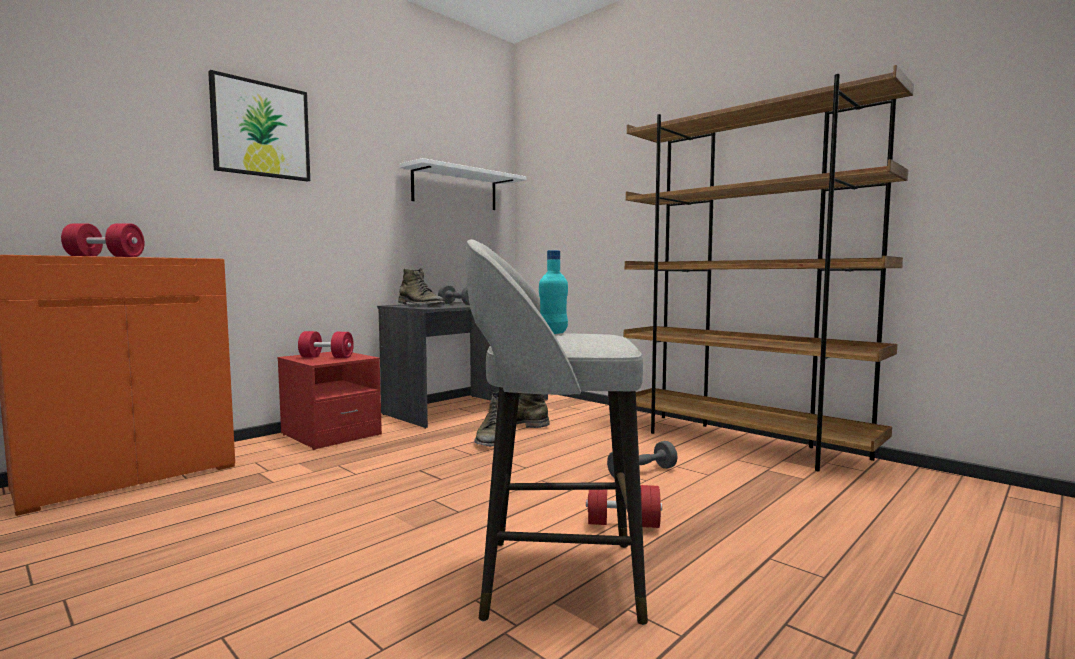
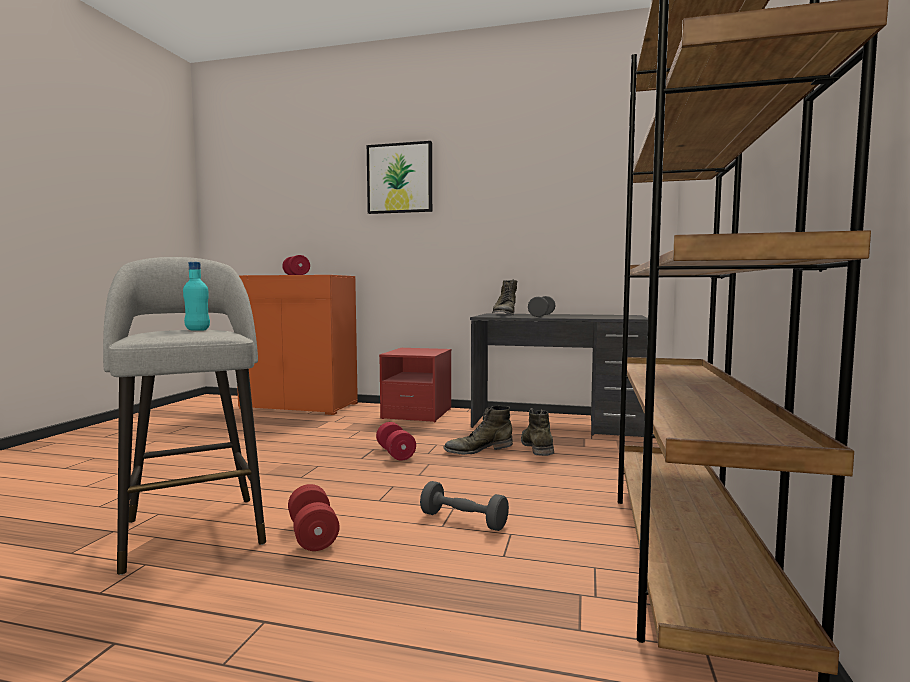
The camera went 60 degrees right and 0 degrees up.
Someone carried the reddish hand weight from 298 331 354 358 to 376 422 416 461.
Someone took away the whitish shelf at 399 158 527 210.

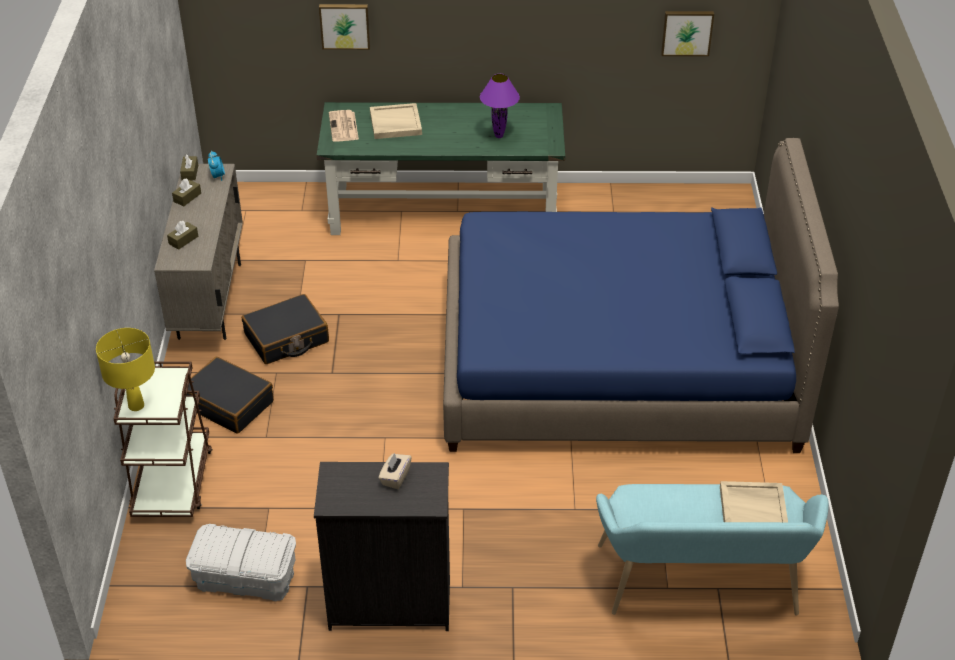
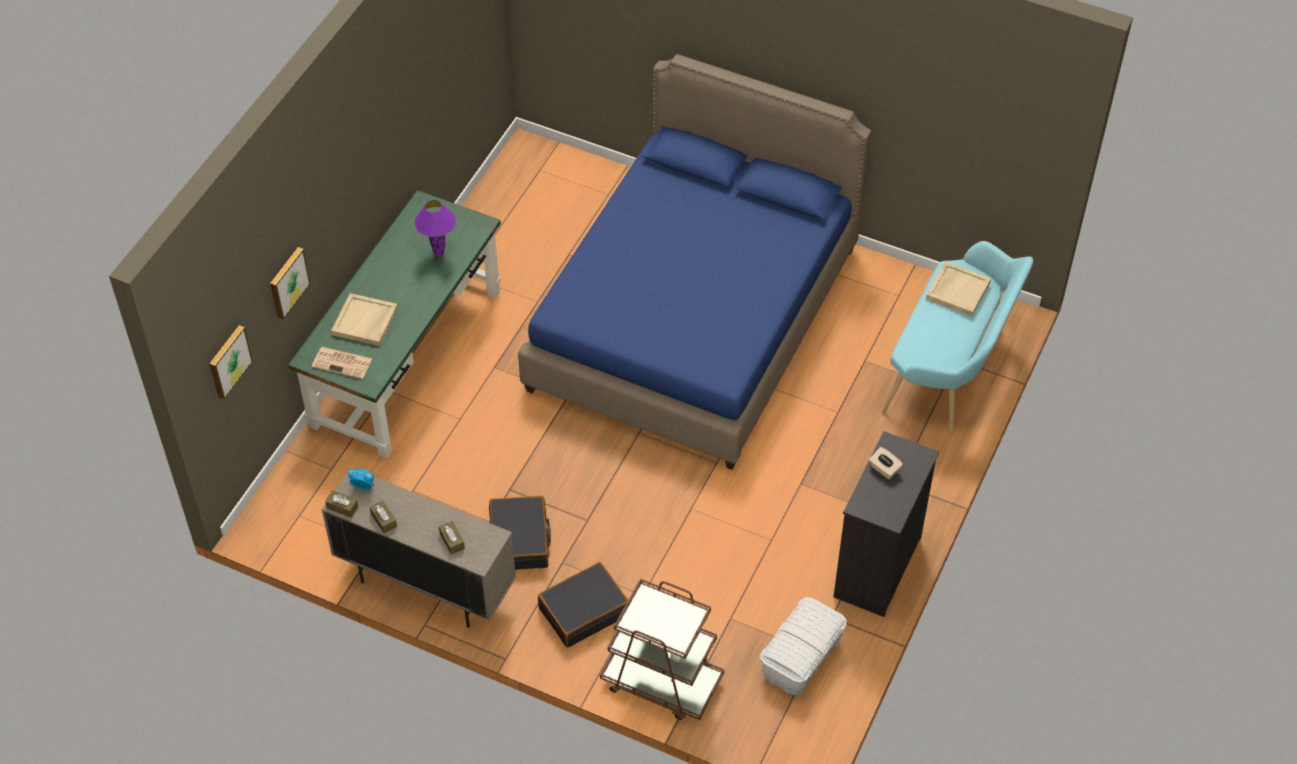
The camera went 65 degrees left and 10 degrees up.
Someone carried the wall art from 661 11 714 56 to 209 325 253 399.
Someone took away the yellow lamp for a table at 96 328 155 411.

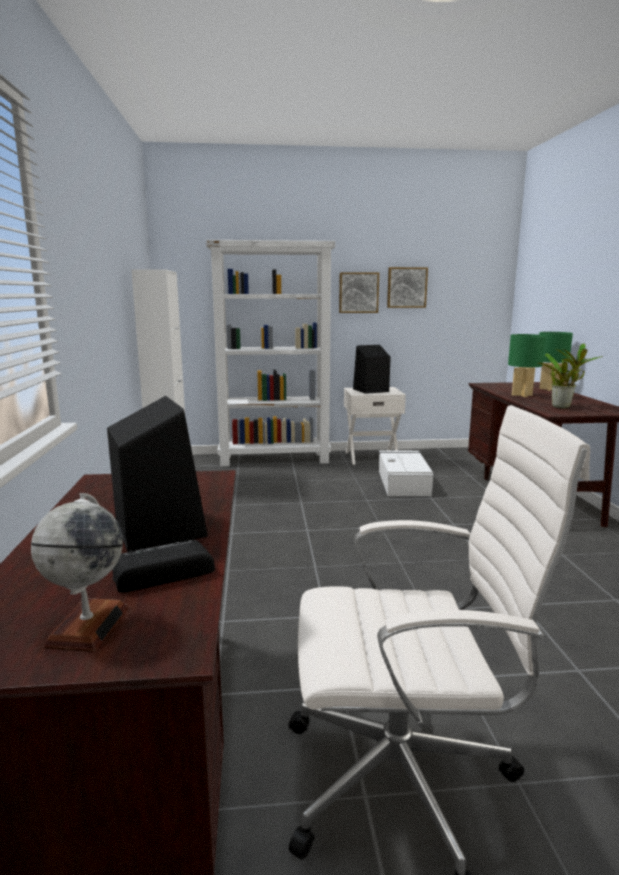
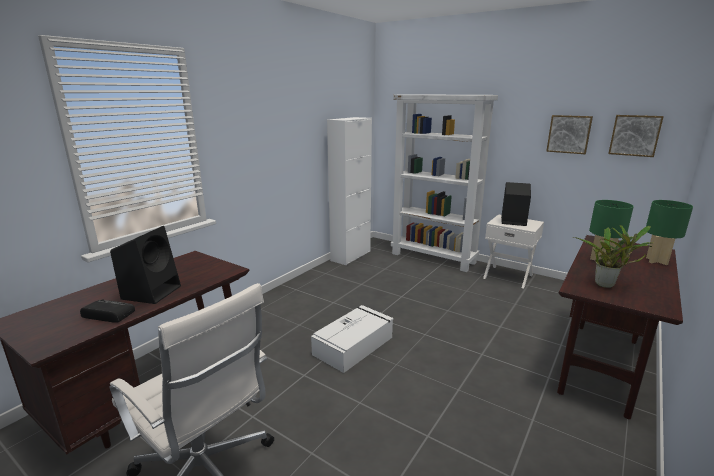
The camera went 40 degrees right and 5 degrees up.
Someone carried the whitish storage container from 379 451 433 496 to 311 305 394 373.
Someone carried the wall art from 339 272 379 313 to 608 115 664 157.
Someone took away the desk globe at 31 493 128 652.

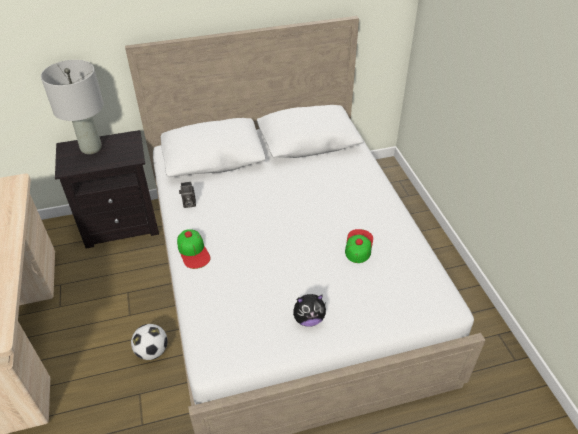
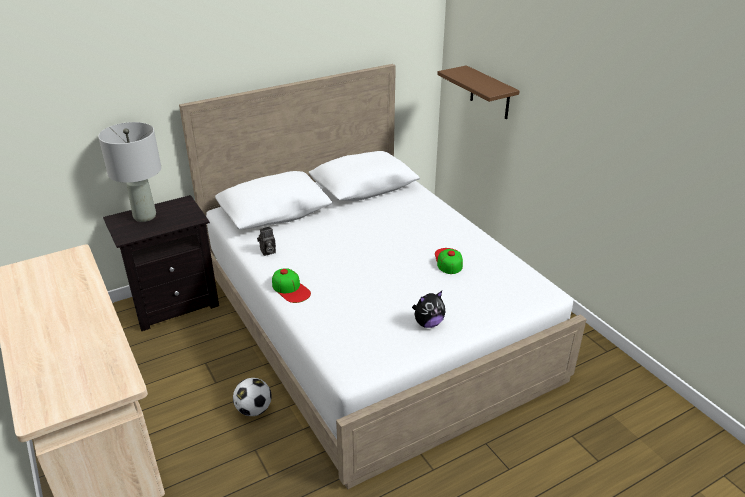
The camera went 15 degrees left and 10 degrees down.
Someone put up the brownish shelf at 437 65 520 119.

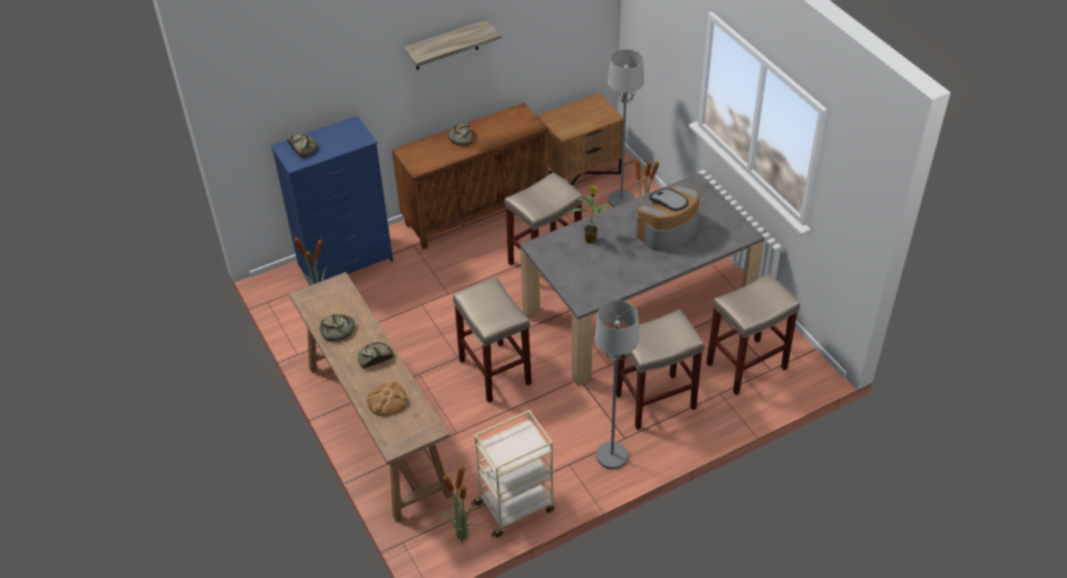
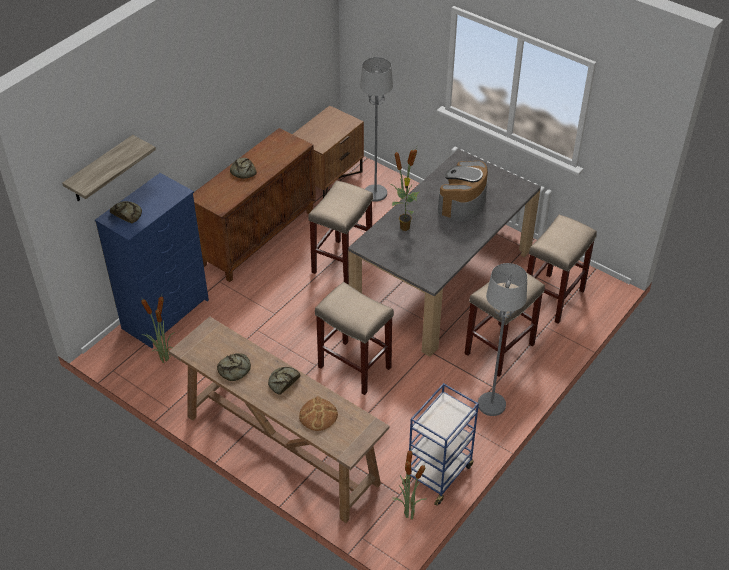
The camera went 25 degrees left and 0 degrees up.
Someone carried the shelf from 403 20 501 70 to 62 135 156 201.
Someone repainted the sand-coloured trolley at 472 410 555 537, which became the bluish trolley at 402 383 479 506.

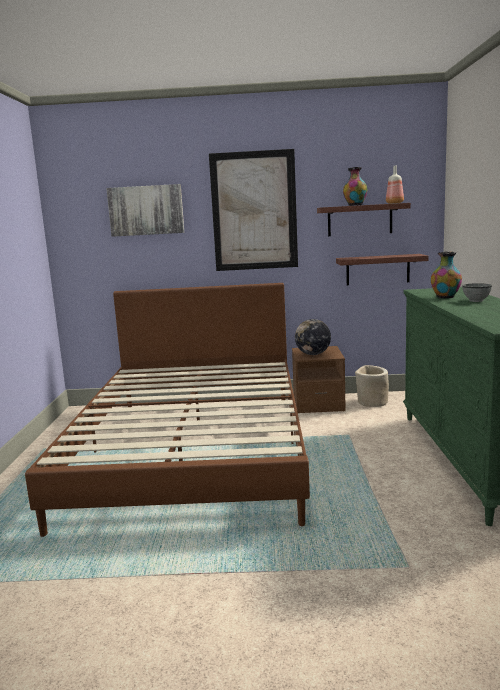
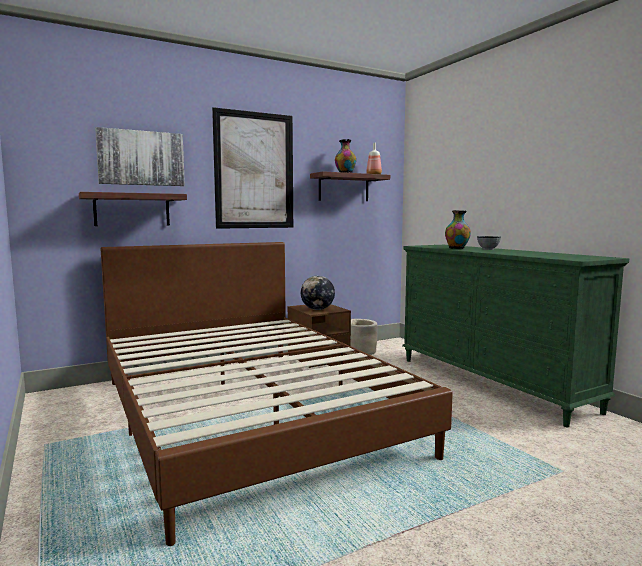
The camera went 30 degrees left and 5 degrees down.
Someone carried the shelf from 336 254 429 285 to 79 192 187 226.

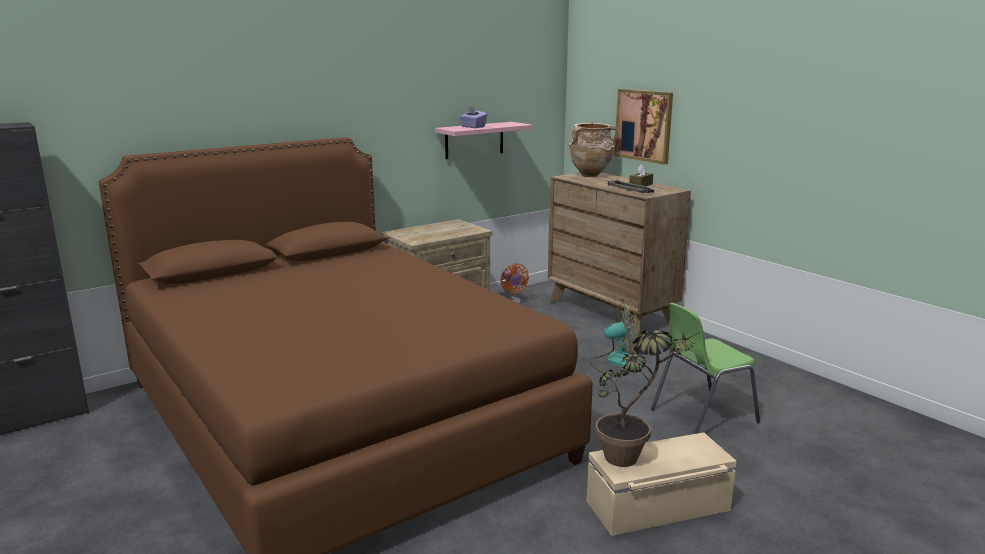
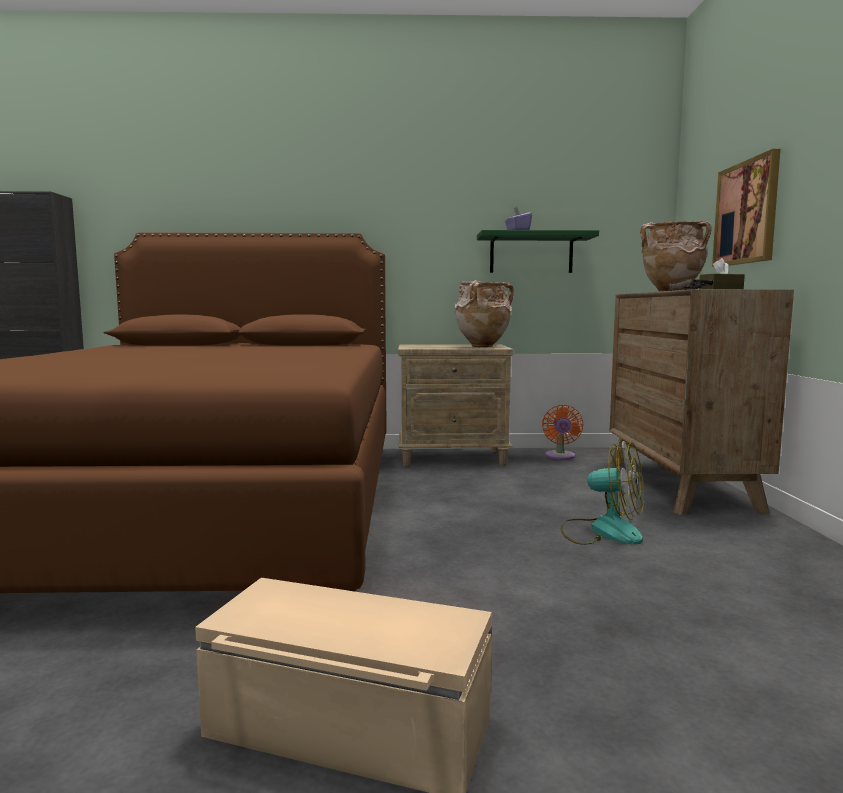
The camera went 35 degrees right and 10 degrees down.
Someone put down the sand-coloured vase at 455 280 514 347.
Someone repainted the pinkish shelf at 435 122 533 159, which became the green shelf at 477 230 599 273.
Someone took away the houseplant at 595 329 702 467.
Someone took away the green chair at 651 303 760 434.

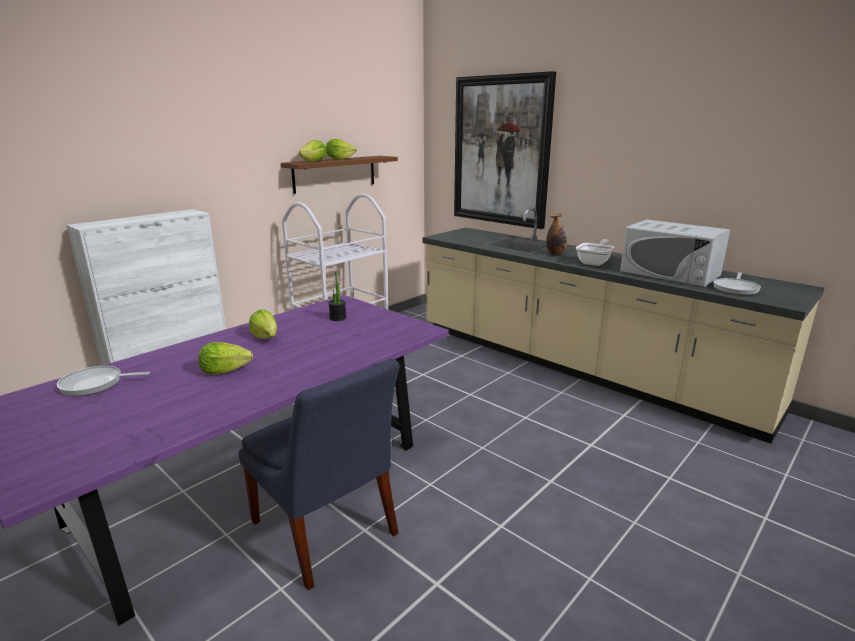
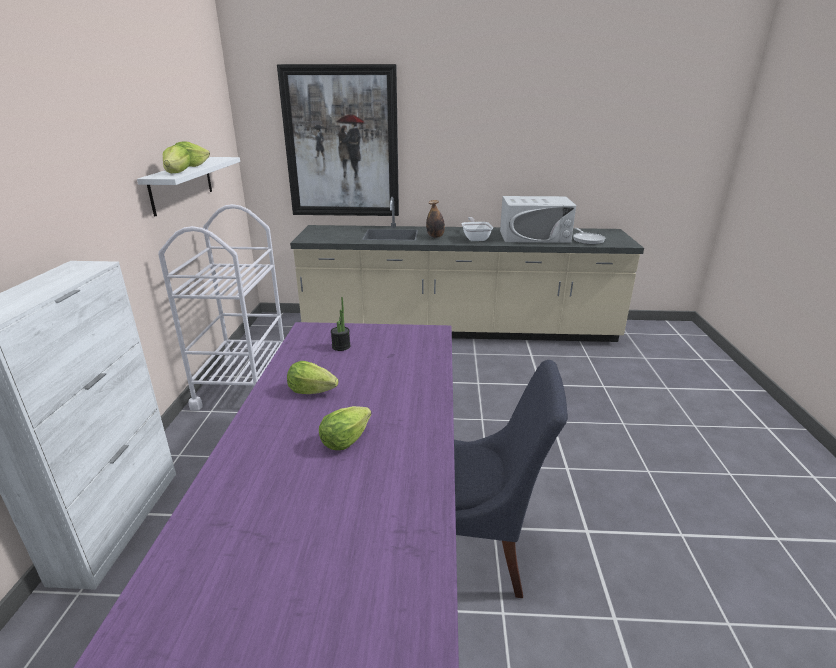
The camera went 40 degrees left and 5 degrees up.
Someone repainted the brownish shelf at 281 156 398 194, which became the whitish shelf at 137 157 240 217.
Someone took away the skillet at 57 366 150 396.

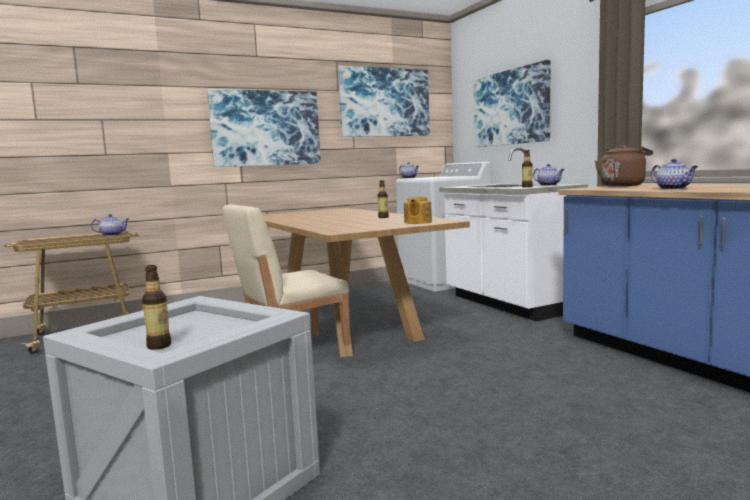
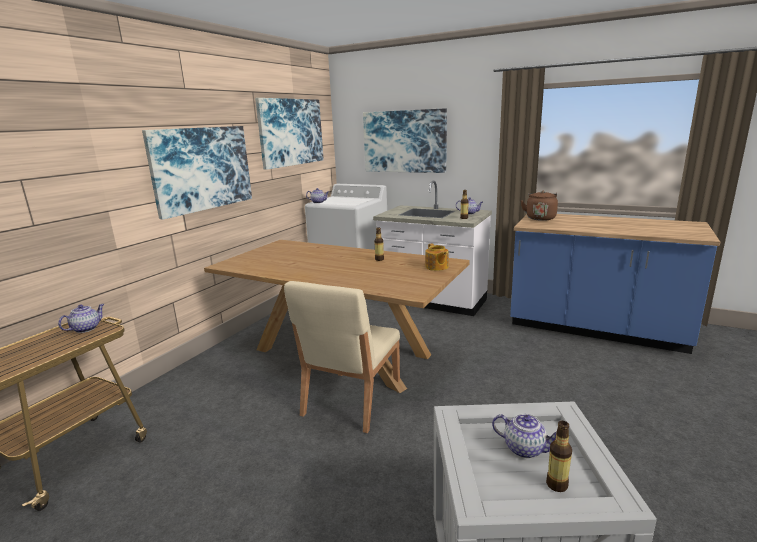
The camera went 35 degrees left and 10 degrees up.
Someone carried the tea pot from 651 159 698 189 to 492 414 556 458.

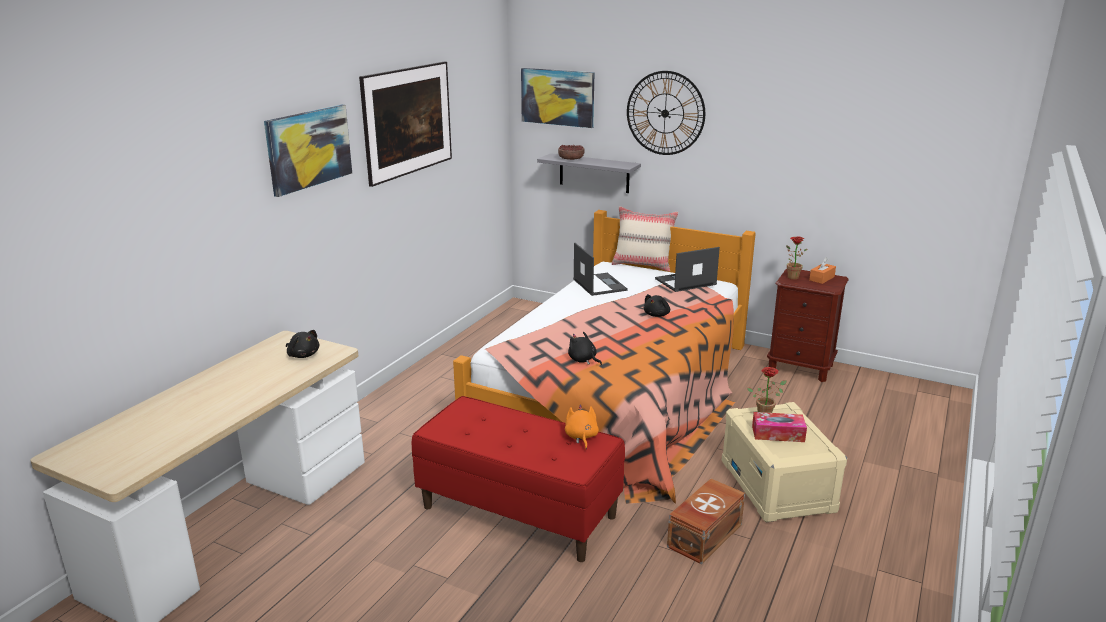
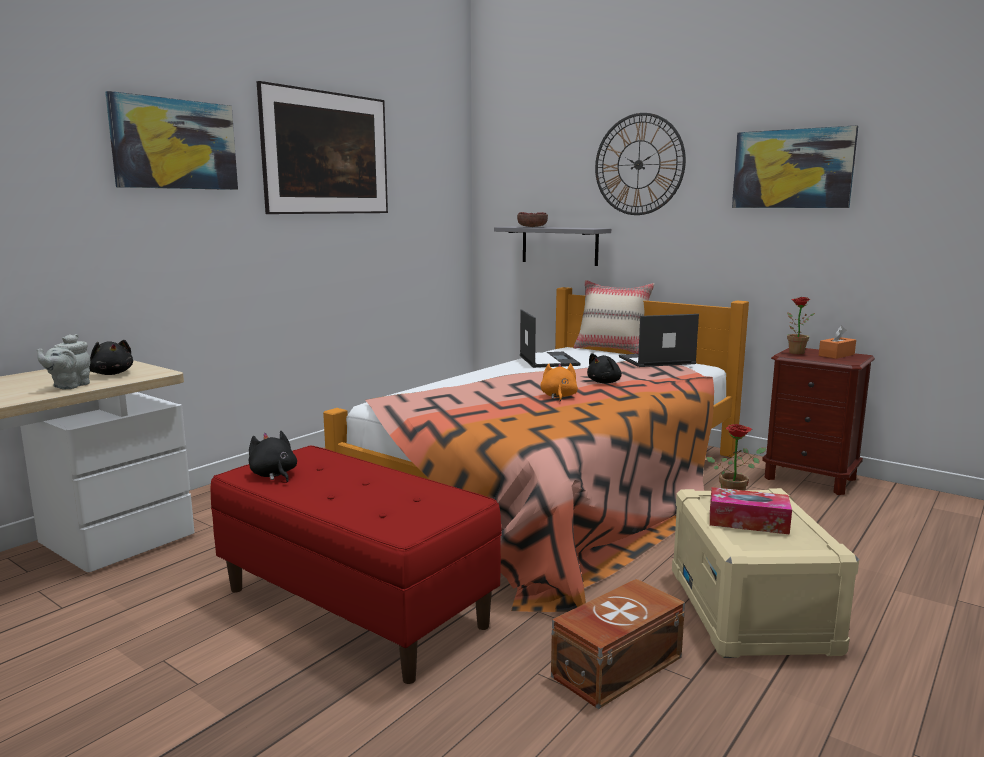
The camera went 10 degrees right and 10 degrees down.
Someone put down the greyish tea pot at 37 334 90 389.
Someone carried the black cuddly toy from 568 332 602 366 to 249 431 297 482.
Someone carried the orangey cuddly toy from 565 405 599 449 to 540 363 578 401.
Someone carried the wall art from 521 68 594 128 to 732 125 858 208.

